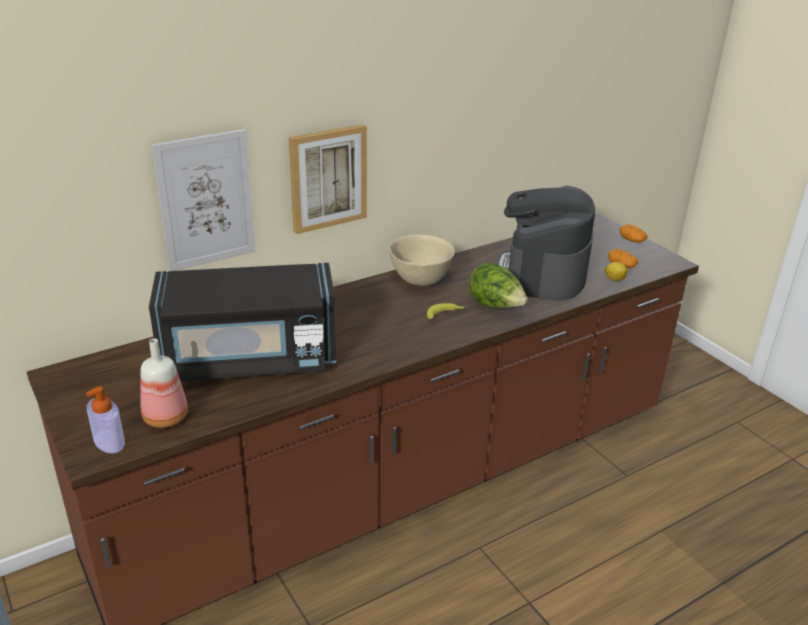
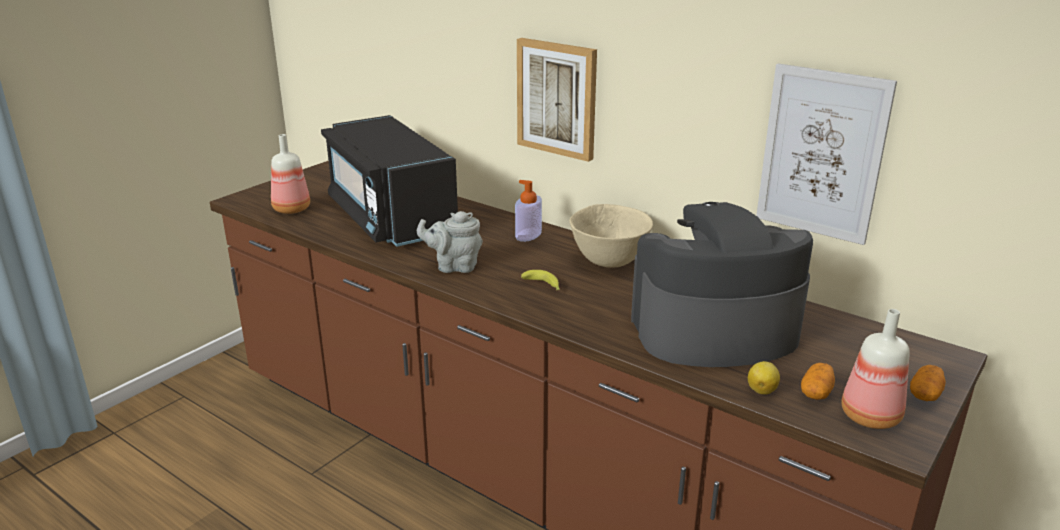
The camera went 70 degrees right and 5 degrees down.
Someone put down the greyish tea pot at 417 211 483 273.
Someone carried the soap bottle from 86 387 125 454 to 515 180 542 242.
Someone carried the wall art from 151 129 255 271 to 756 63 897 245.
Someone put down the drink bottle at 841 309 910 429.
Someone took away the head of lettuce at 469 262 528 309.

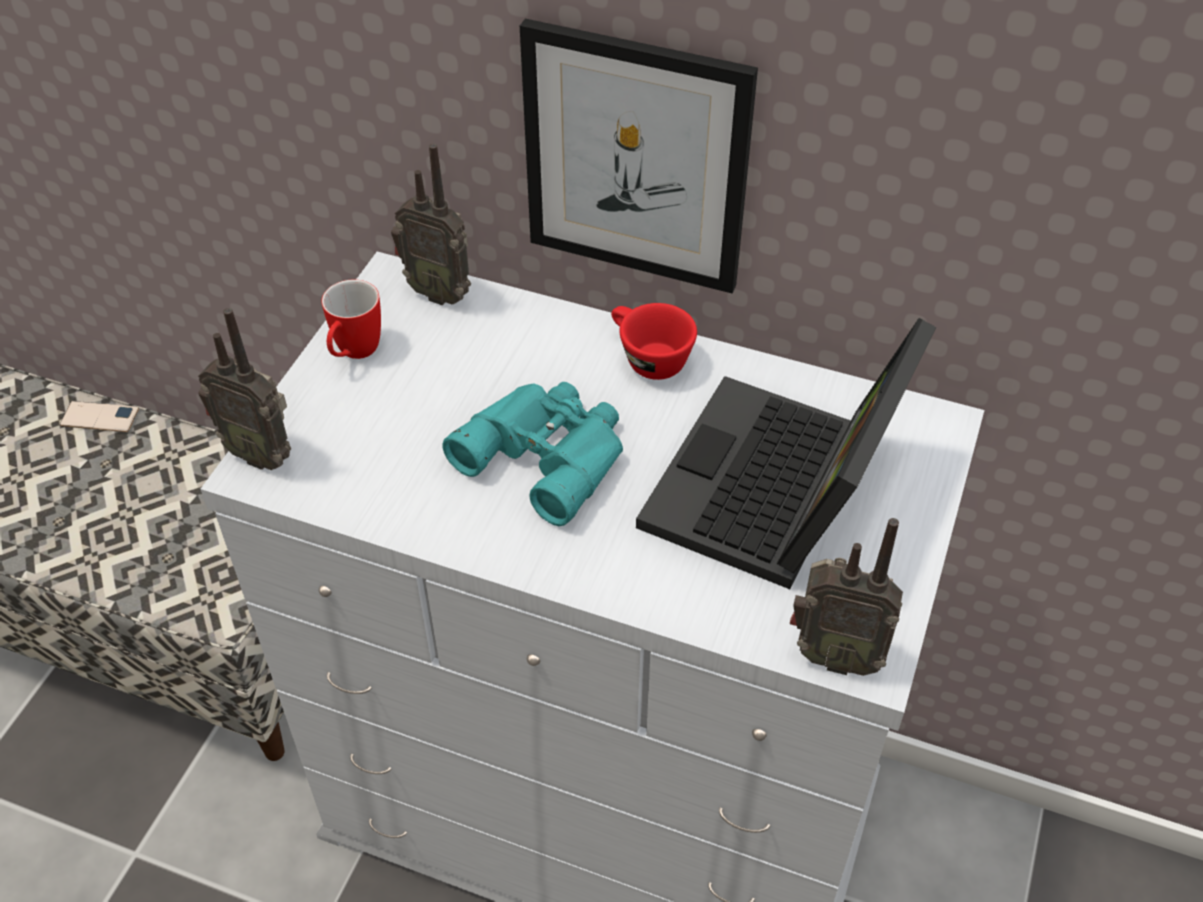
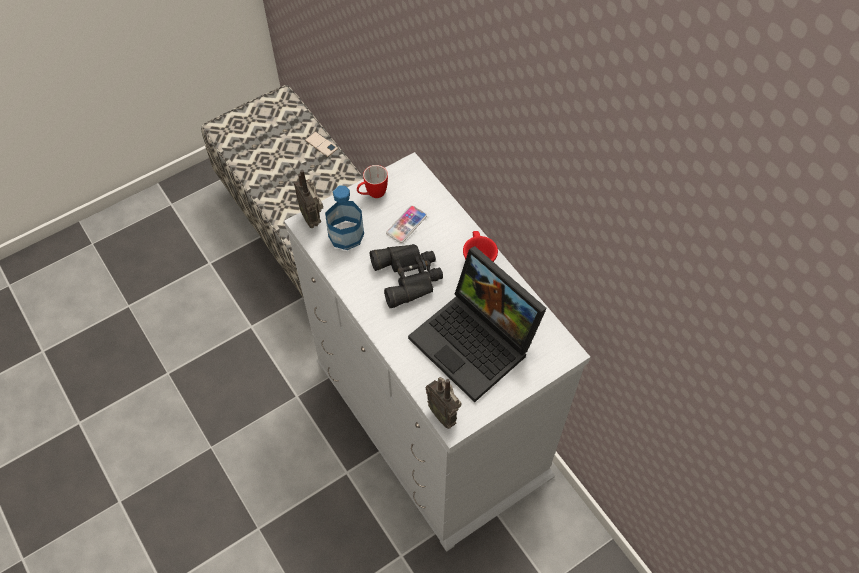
The camera went 35 degrees right and 10 degrees up.
Someone put down the drink bottle at 325 185 364 250.
Someone repainted the turquoise pair of binoculars at 443 382 623 526, which became the black pair of binoculars at 370 244 443 308.
Someone put down the telephone at 386 205 427 243.
Someone rotated the notebook computer at 636 318 936 589 by 105 degrees counterclockwise.
Someone took away the radio set at 391 144 471 306.
Someone took away the wall art at 520 19 758 293.

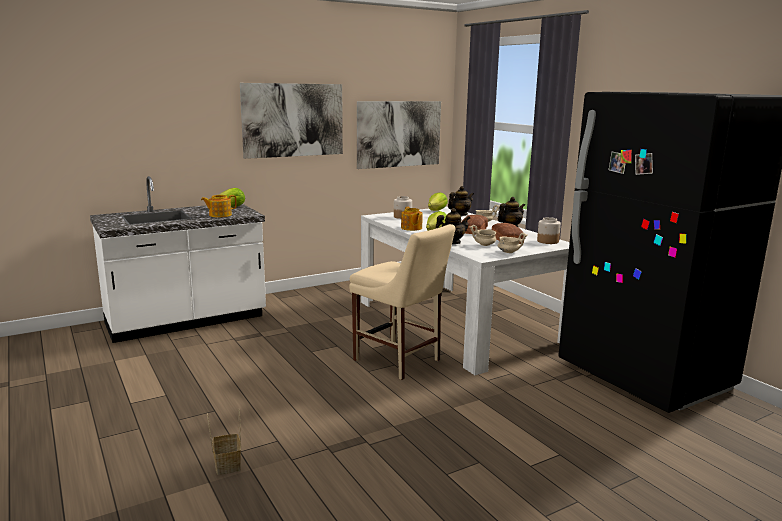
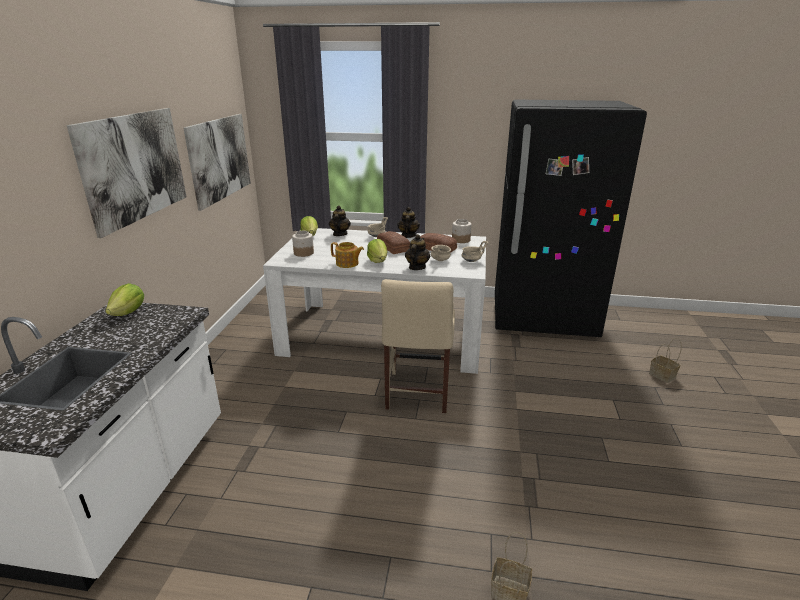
The camera went 50 degrees left and 10 degrees up.
Someone rotated the sand-coloured chair at 349 224 455 380 by 105 degrees clockwise.
Someone put down the basket at 649 338 682 383.
Someone took away the tea pot at 201 195 237 218.

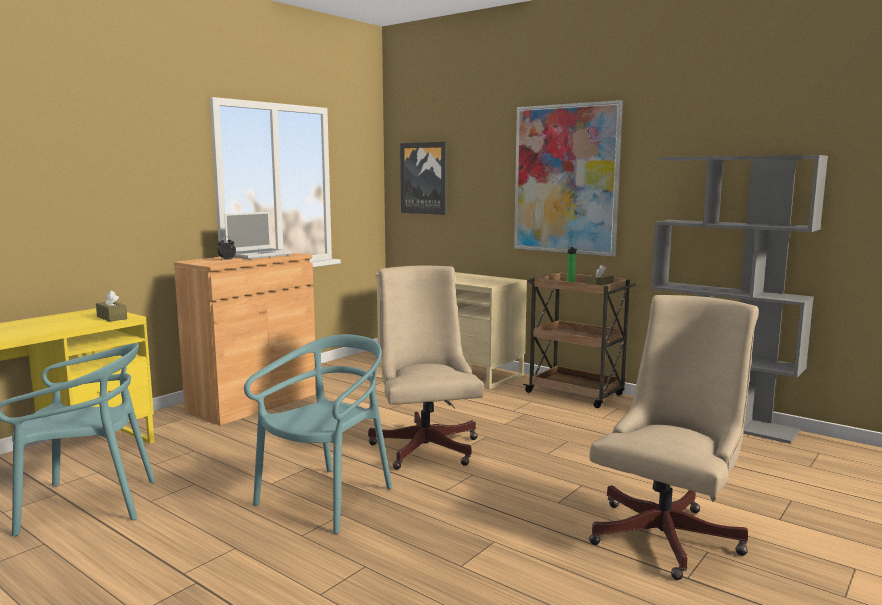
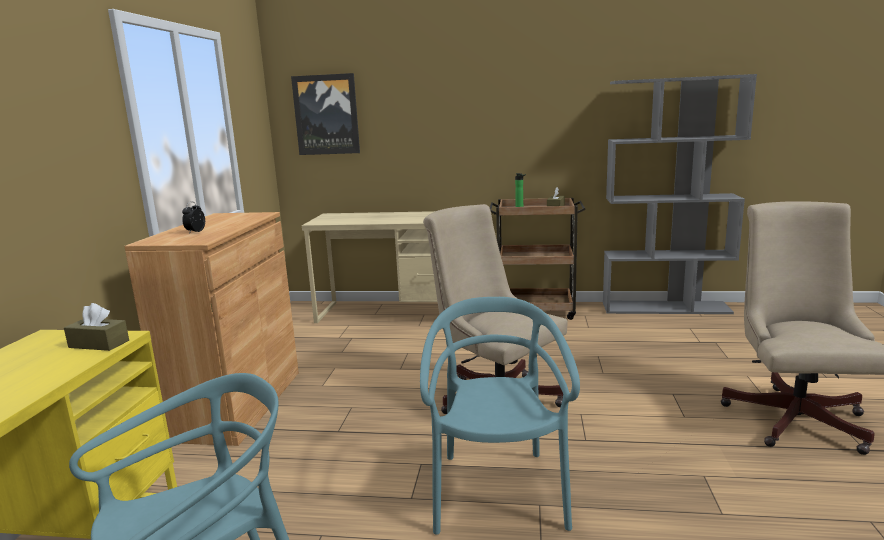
The camera went 30 degrees left and 5 degrees up.
Someone took away the notebook computer at 224 212 293 259.
Someone took away the wall art at 514 100 623 256.

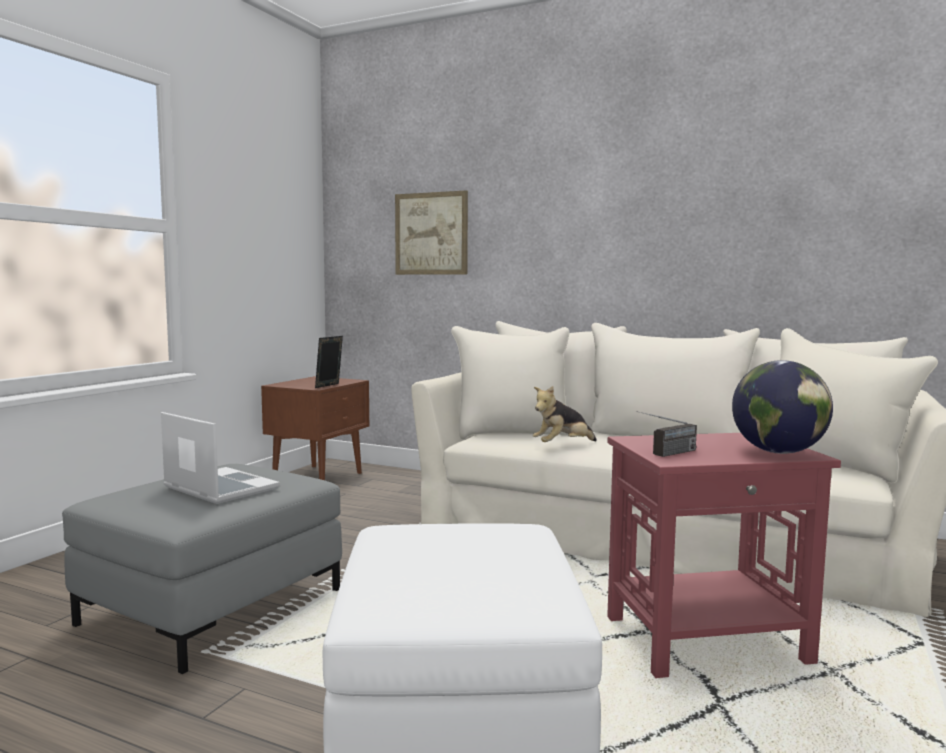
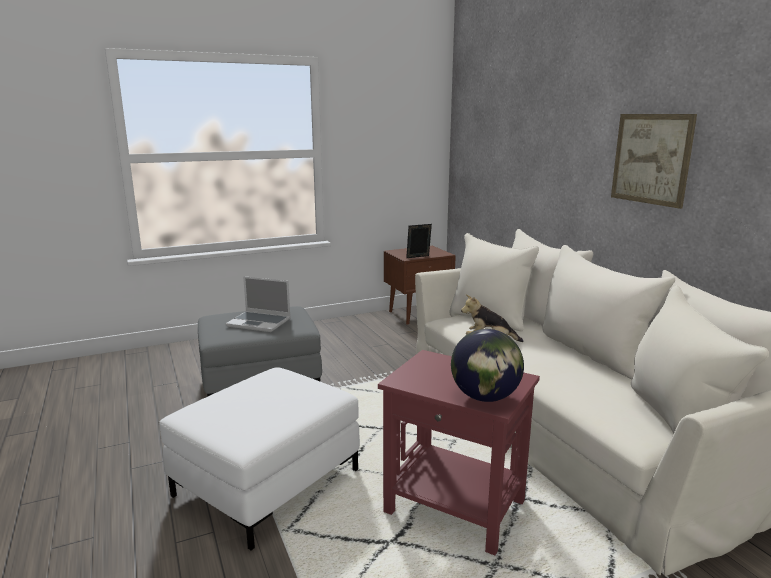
The camera went 40 degrees right and 10 degrees up.
Someone rotated the notebook computer at 161 412 280 504 by 120 degrees clockwise.
Someone carried the wall art from 395 190 468 275 to 611 114 697 209.
Someone took away the radio set at 636 411 697 457.

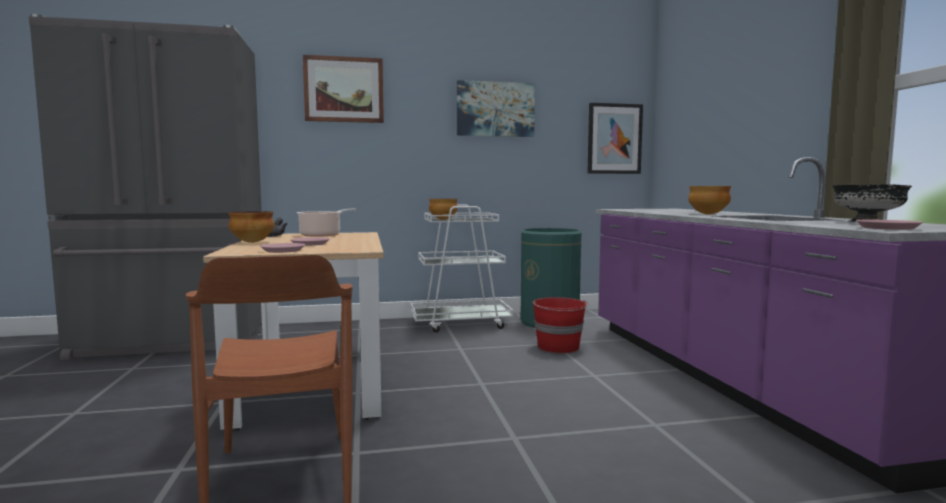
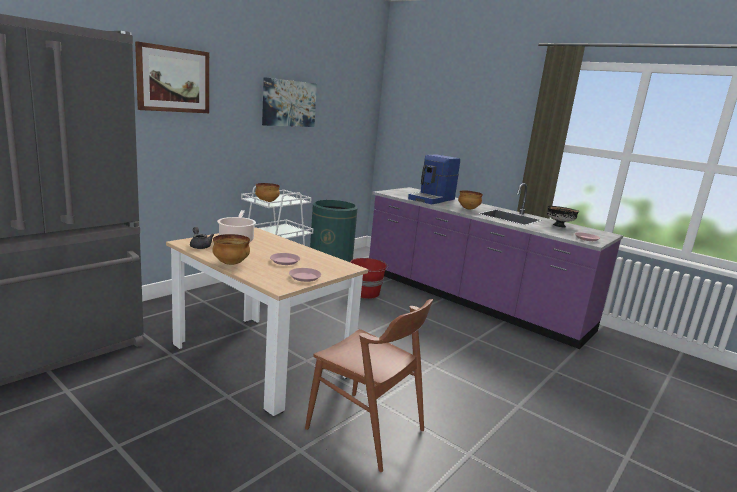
The camera went 40 degrees left and 10 degrees up.
Someone put down the coffee machine at 408 154 460 204.
Someone took away the wall art at 587 103 643 174.

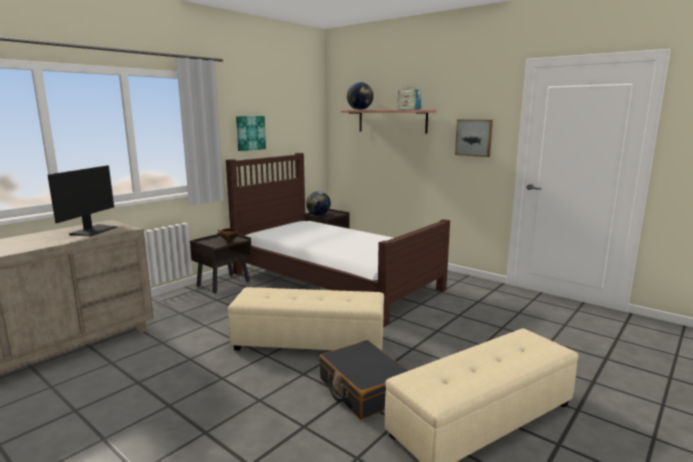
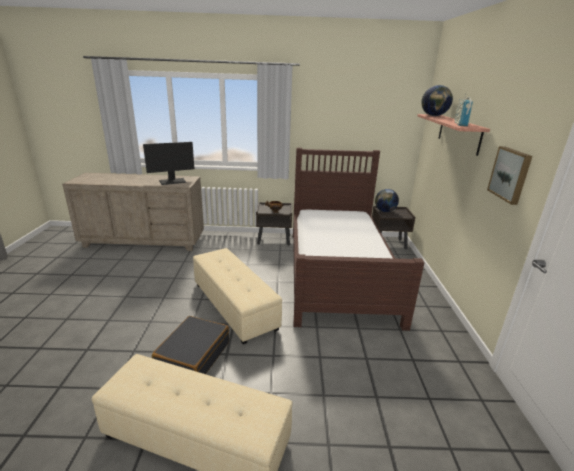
The camera went 50 degrees right and 10 degrees up.
Someone took away the wall art at 236 116 266 151.

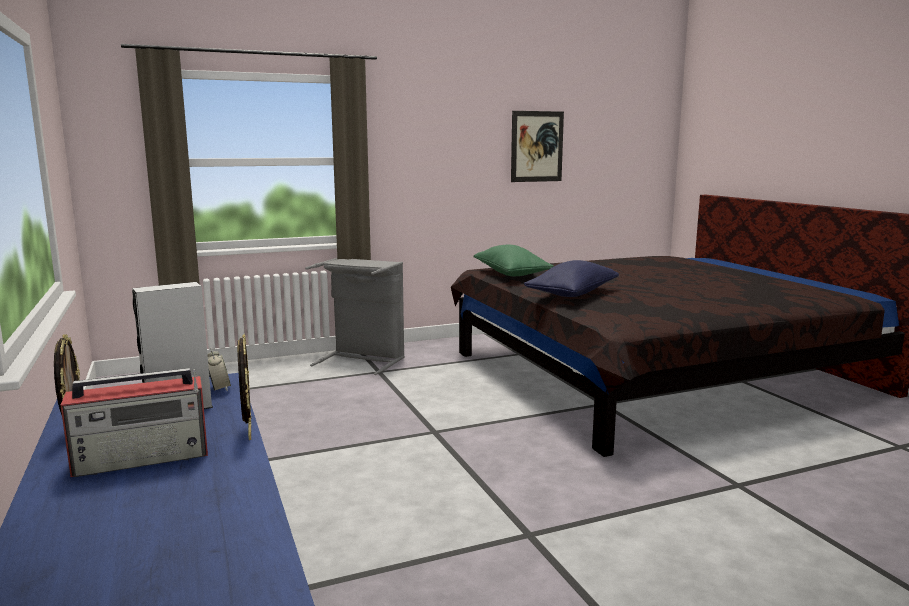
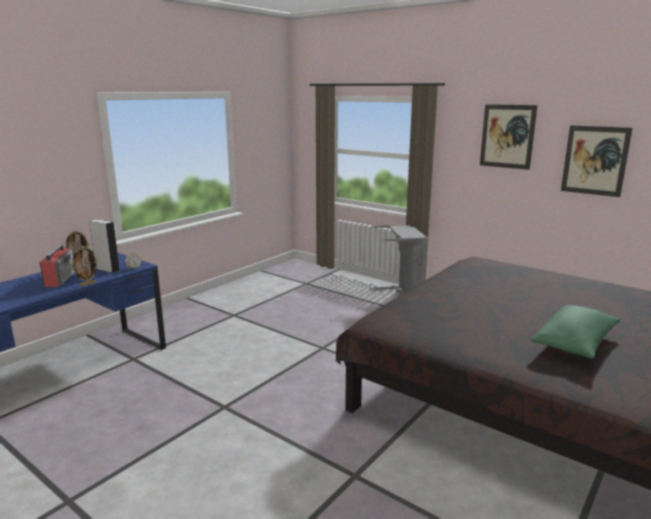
The camera went 60 degrees right and 5 degrees up.
Someone rotated the radio set at 61 368 208 477 by 135 degrees counterclockwise.
Someone put up the wall art at 480 104 537 170.
Someone carried the green pillow from 473 245 554 276 to 531 305 620 359.
Someone took away the bluish pillow at 524 260 619 297.

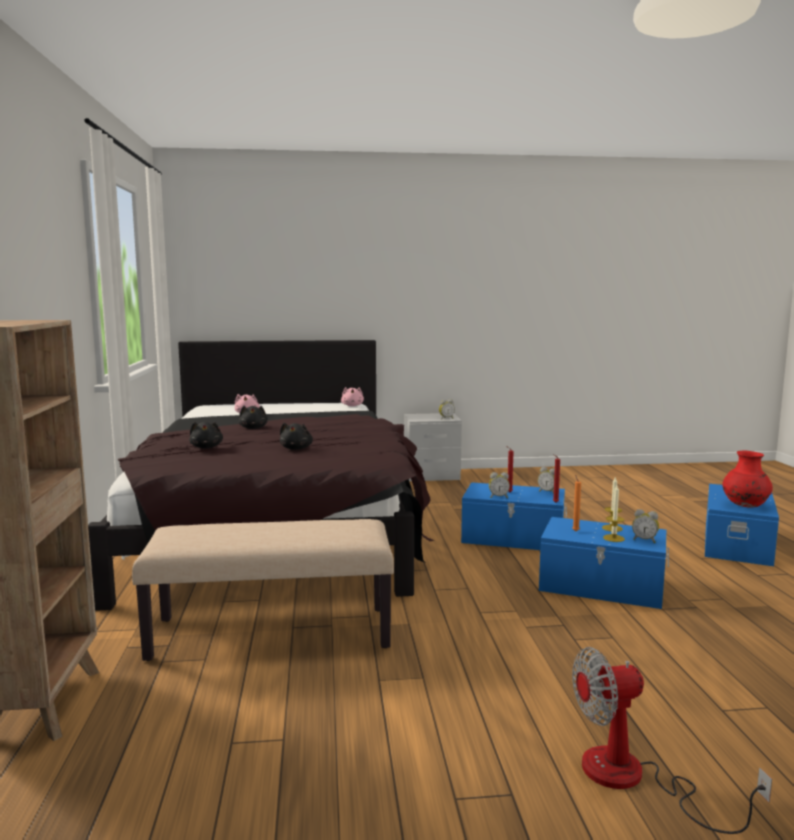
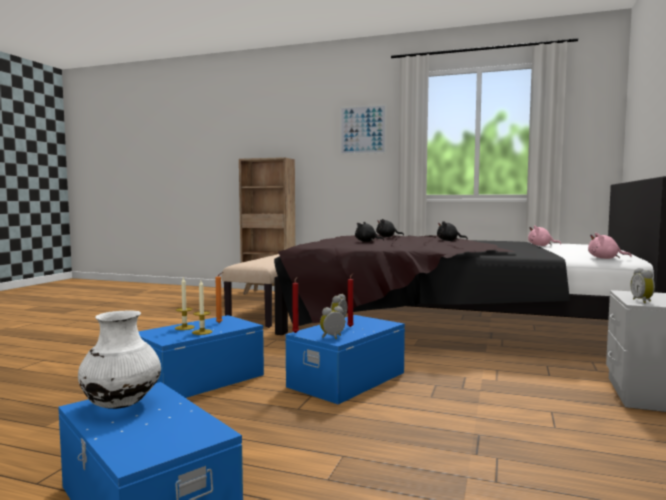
The camera went 115 degrees right and 5 degrees down.
Someone repainted the reddish vase at 722 451 773 508, which became the whitish vase at 78 310 161 409.
Someone put up the wall art at 340 104 387 155.
Someone took away the electric fan at 572 647 772 834.
Someone took away the bedside clock at 632 509 659 543.

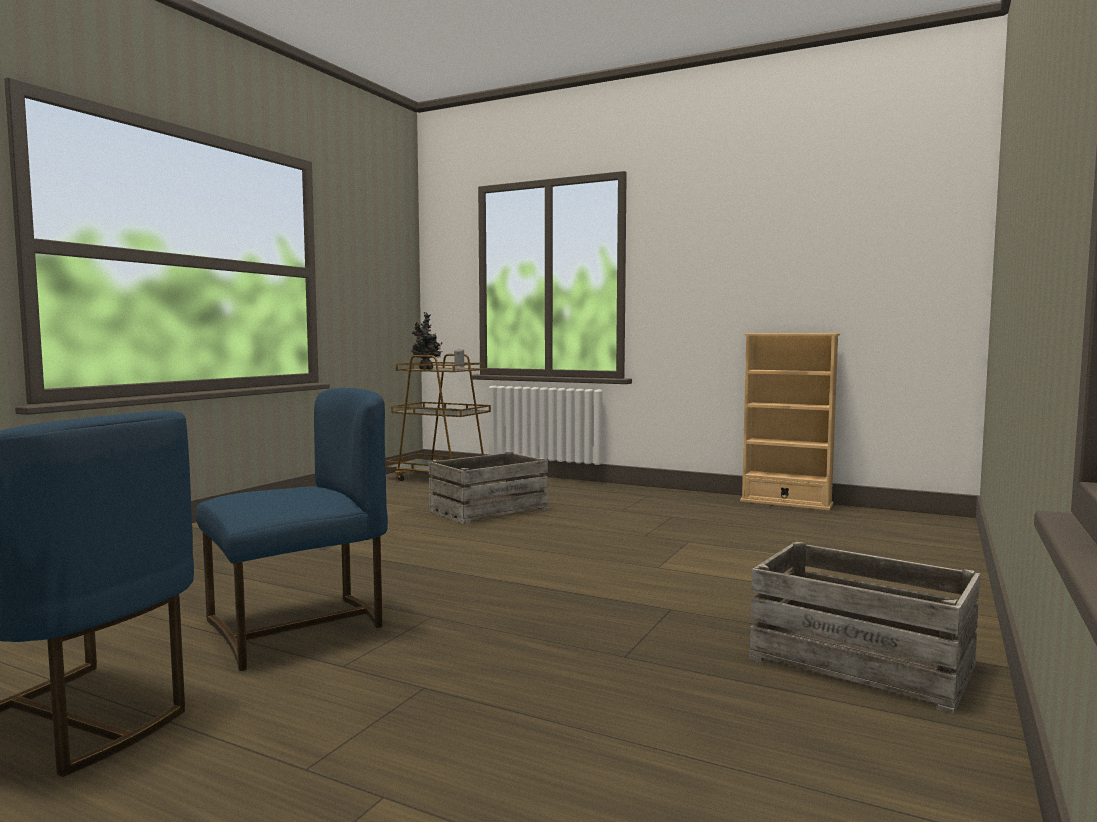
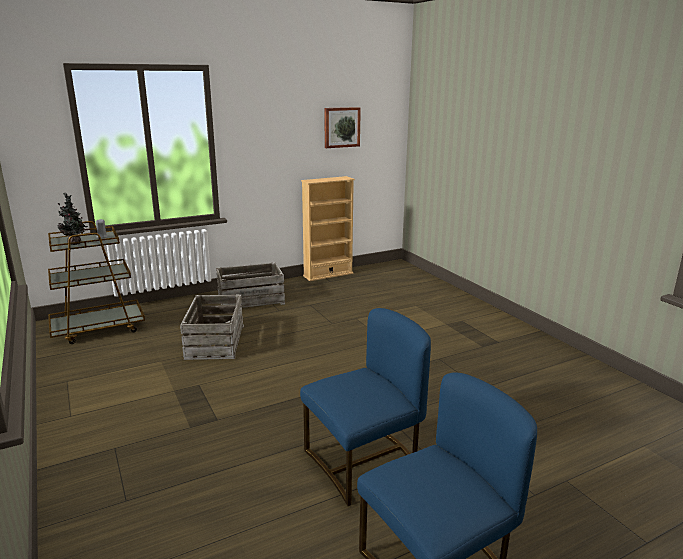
The camera went 55 degrees left and 15 degrees up.
Someone carried the packing crate from 749 542 980 714 to 216 262 285 308.
Someone rotated the bluish chair at 196 388 388 671 by 60 degrees clockwise.
Someone put up the wall art at 325 107 361 148.

